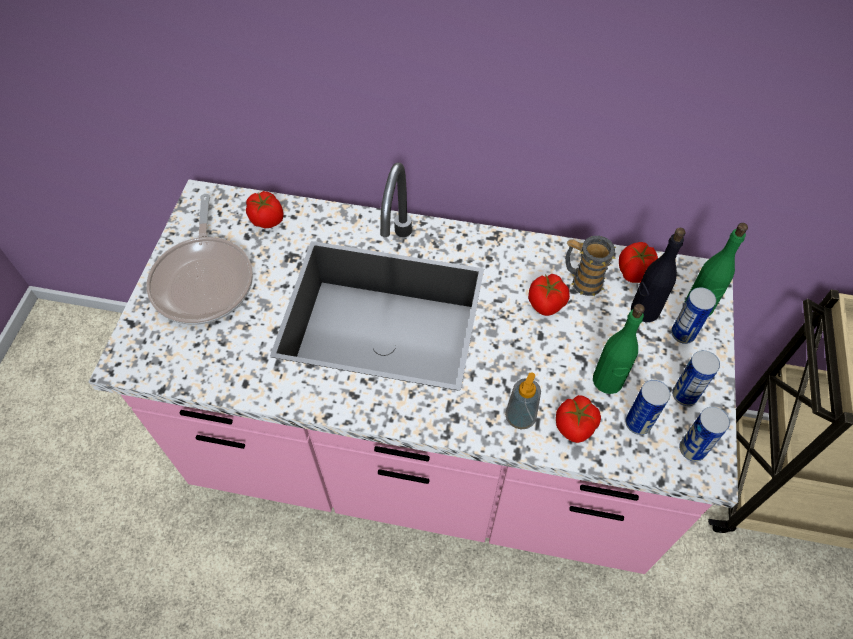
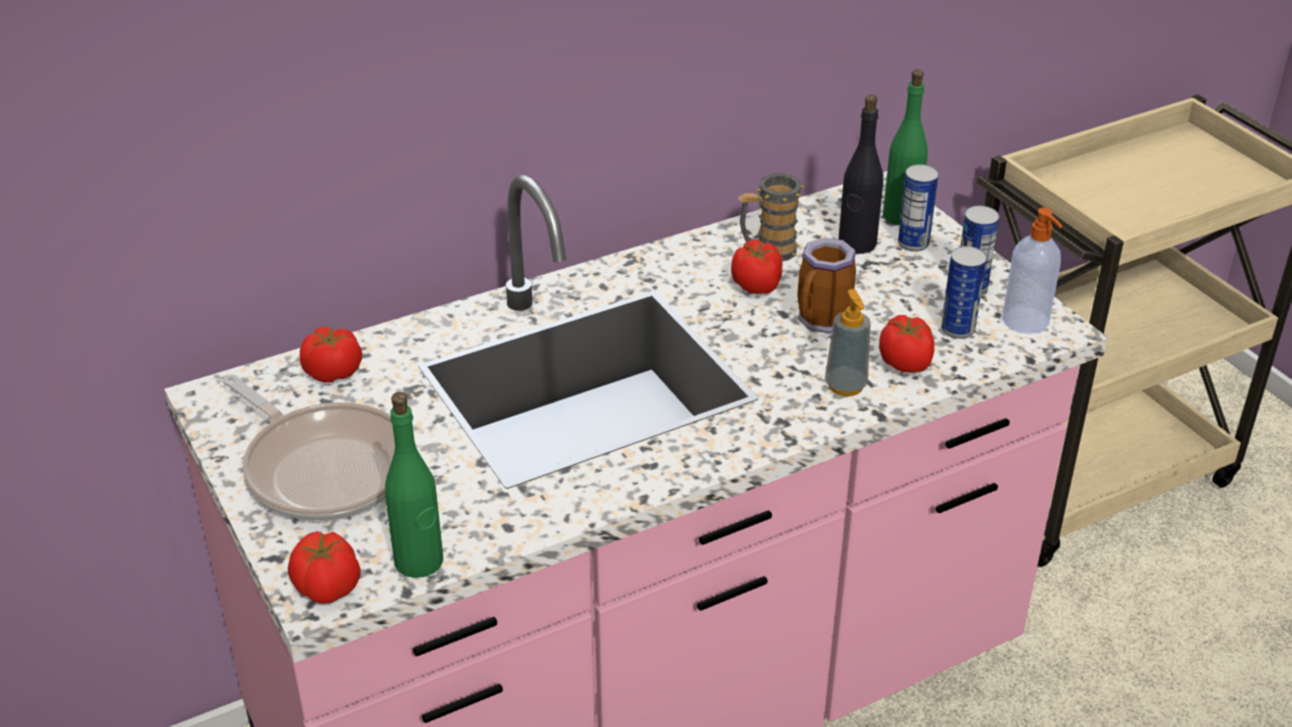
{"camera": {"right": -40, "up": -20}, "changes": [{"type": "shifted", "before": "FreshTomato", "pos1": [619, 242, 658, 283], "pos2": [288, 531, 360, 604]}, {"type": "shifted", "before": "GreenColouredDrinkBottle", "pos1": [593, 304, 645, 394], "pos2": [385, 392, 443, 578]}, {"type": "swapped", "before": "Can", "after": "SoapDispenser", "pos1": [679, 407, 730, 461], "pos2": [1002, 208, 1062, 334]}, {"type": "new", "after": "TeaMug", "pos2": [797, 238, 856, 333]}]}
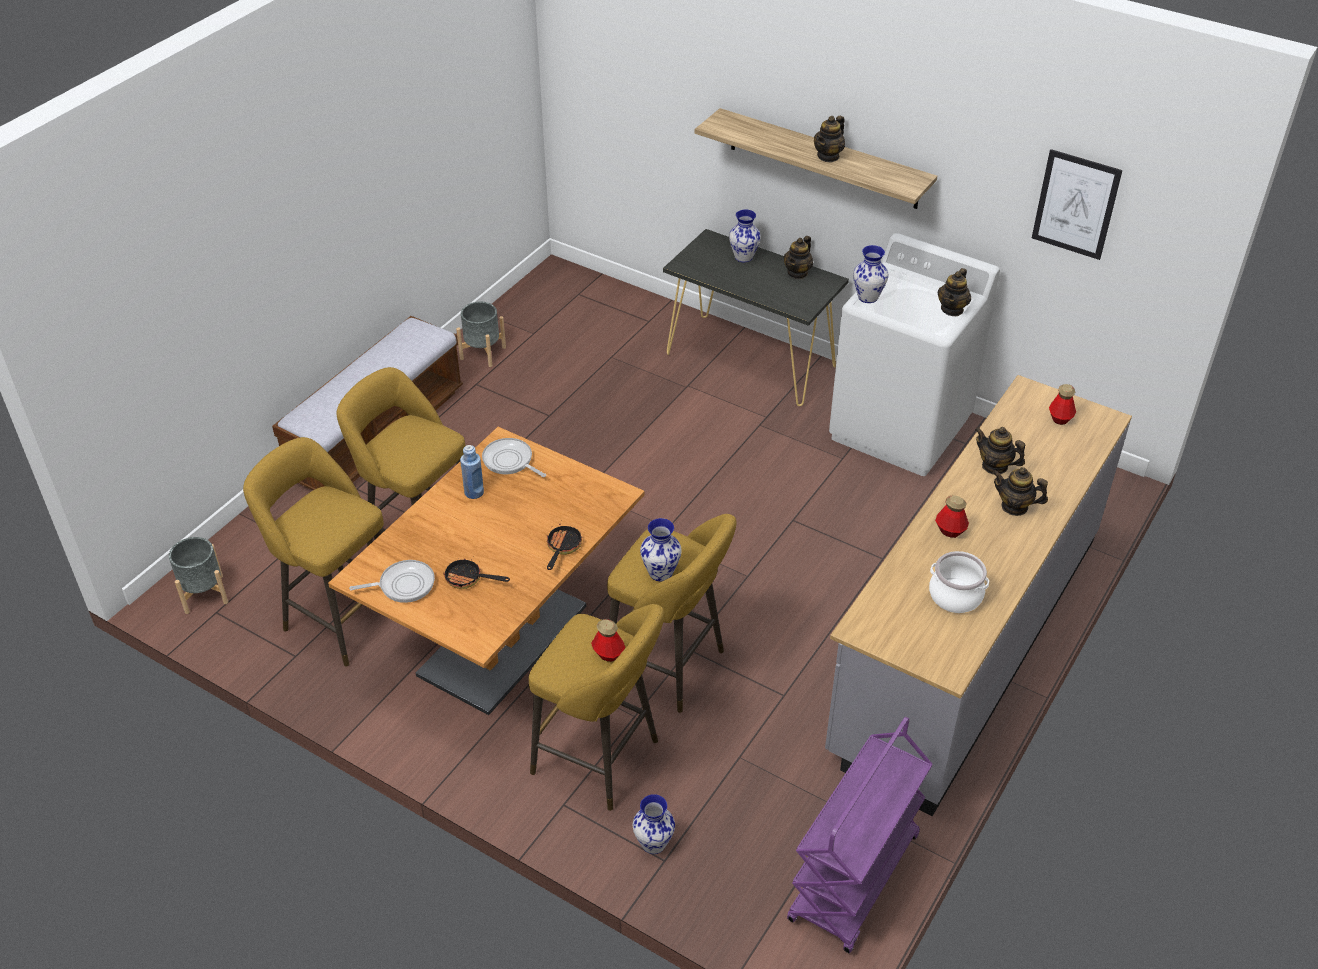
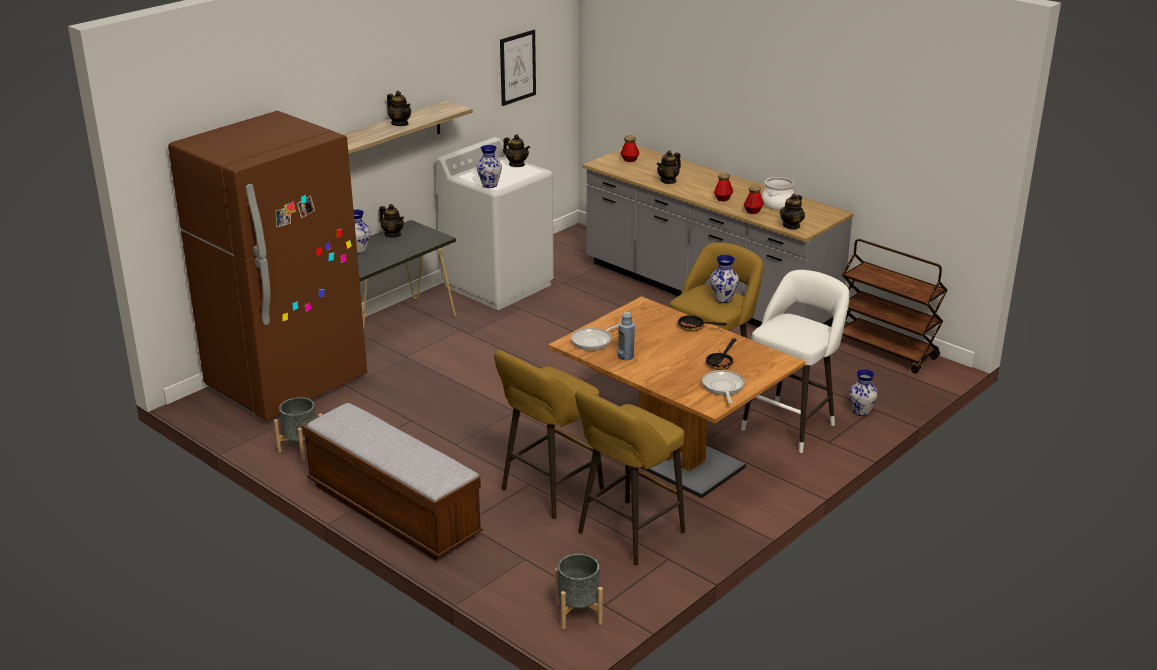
{"camera": {"right": -80, "up": -15}, "changes": [{"type": "shifted", "before": "PotForTea", "pos1": [992, 467, 1048, 516], "pos2": [780, 194, 805, 230]}, {"type": "repainted", "before": "YellowColouredStool", "after": "WhiteStool", "pos1": [529, 604, 664, 811], "pos2": [741, 270, 850, 453]}, {"type": "shifted", "before": "DrinkBottle", "pos1": [591, 619, 625, 662], "pos2": [744, 185, 764, 214]}, {"type": "repainted", "before": "PurplishWheeledCart", "after": "BrownWheeledCart", "pos1": [787, 717, 933, 953], "pos2": [842, 239, 948, 374]}, {"type": "new", "after": "BrownKitchenFridge", "pos2": [168, 111, 367, 421]}]}
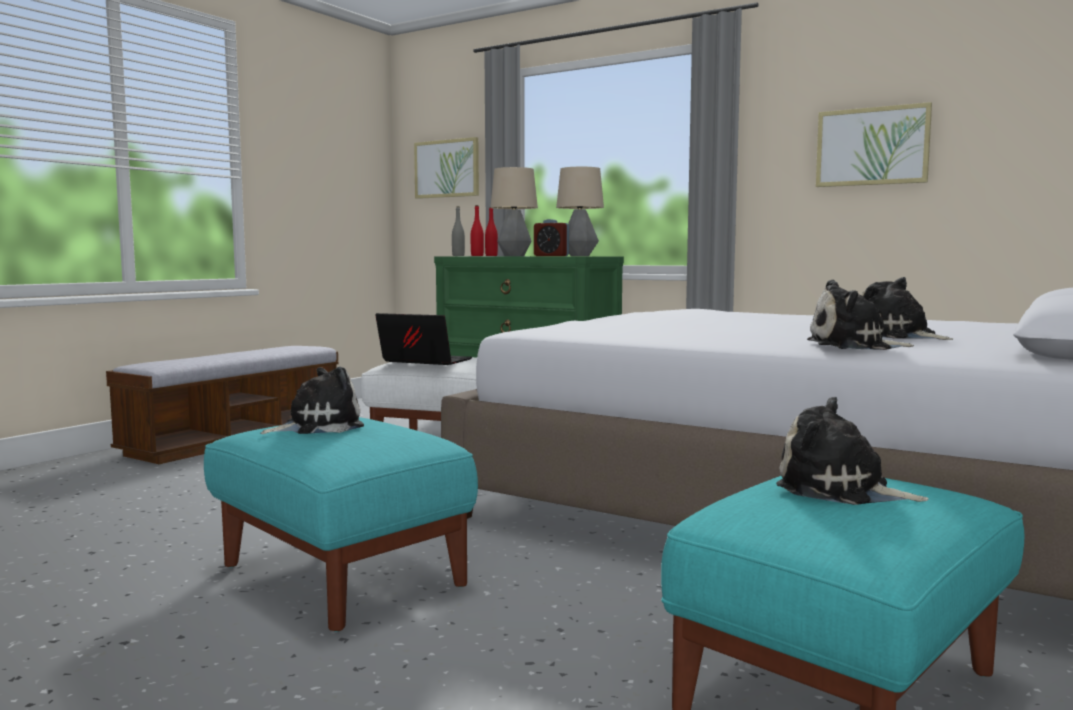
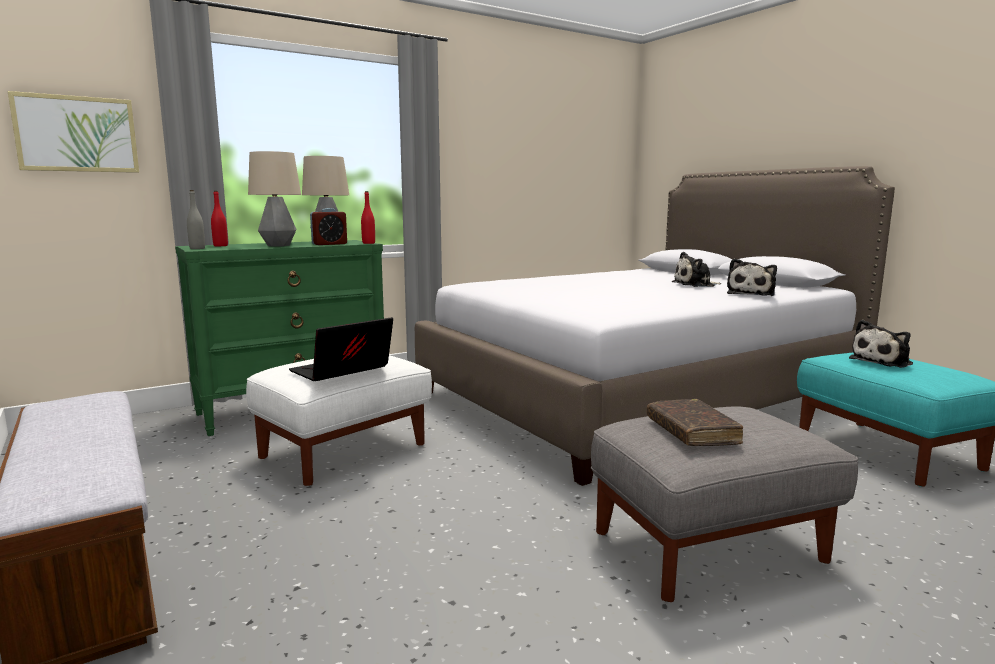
{"camera": {"right": -65, "up": 5}, "changes": [{"type": "gone", "before": "Picture", "pos1": [816, 102, 932, 187]}, {"type": "shifted", "before": "ReddishDrinkBottle", "pos1": [471, 205, 484, 256], "pos2": [361, 191, 375, 244]}, {"type": "swapped", "before": "PlushToy", "after": "BrownVolume", "pos1": [261, 367, 364, 434], "pos2": [647, 399, 743, 446]}, {"type": "repainted", "before": "TurquoiseFootrest", "after": "GrayFootrest", "pos1": [204, 417, 478, 632], "pos2": [591, 406, 858, 602]}]}
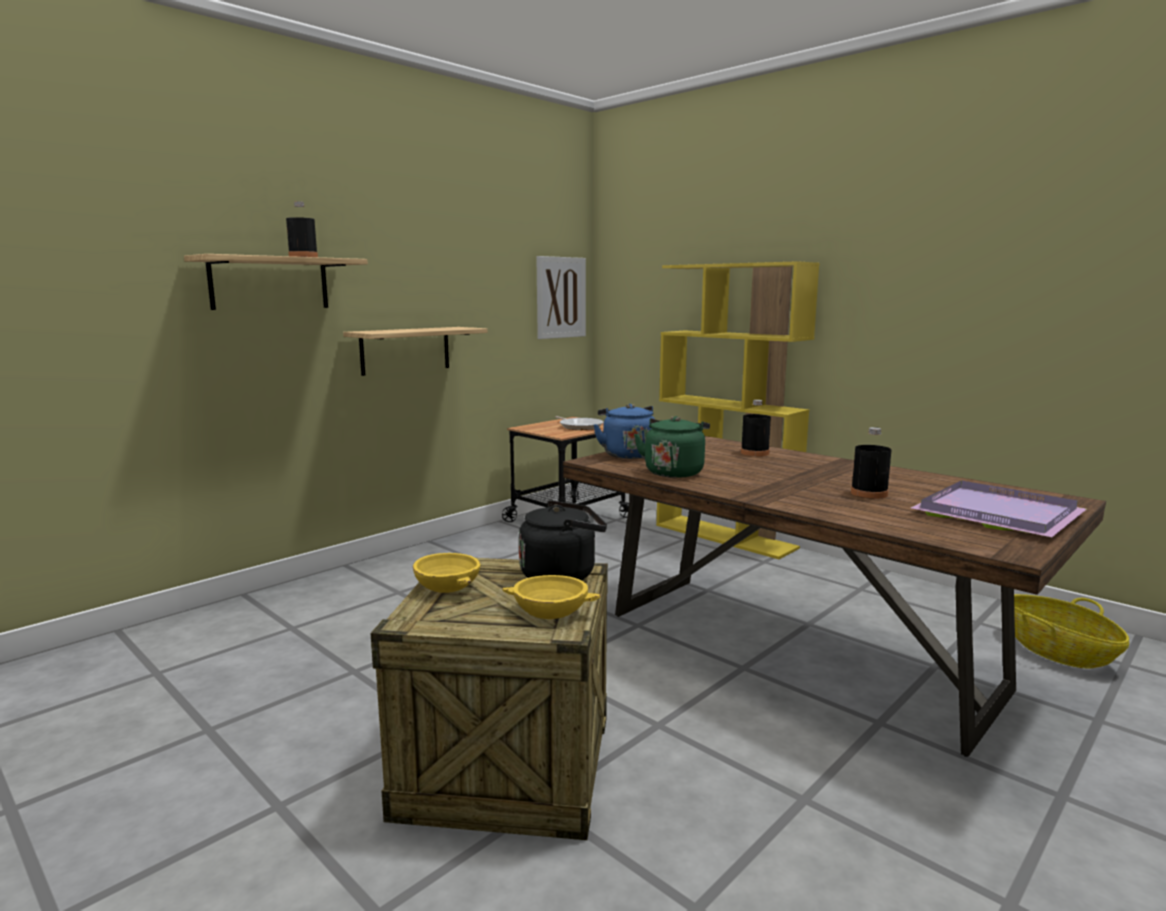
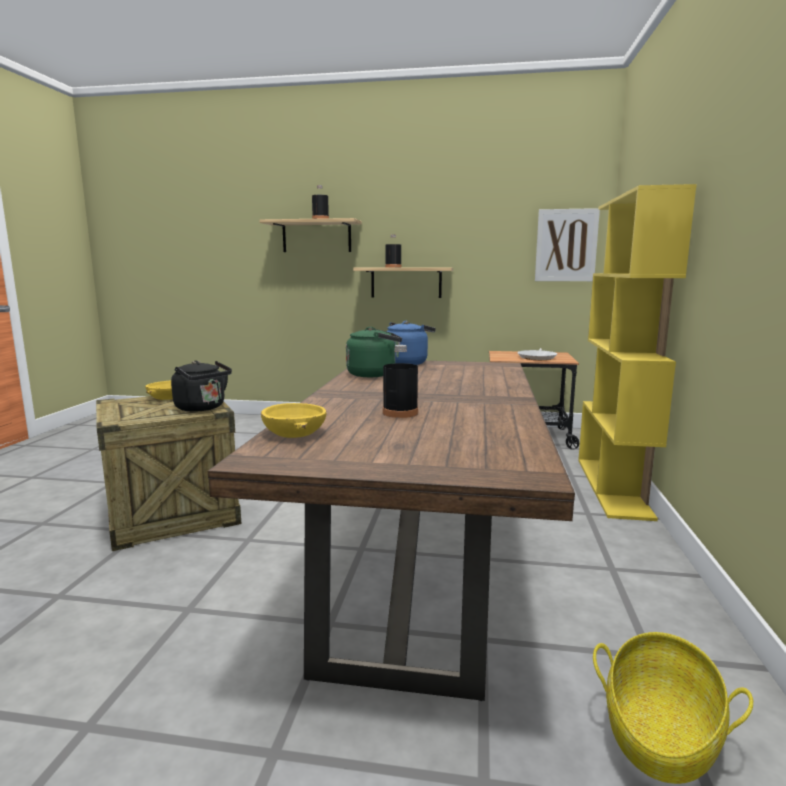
{"camera": {"right": 55, "up": 0}, "changes": [{"type": "shifted", "before": "BlackColouredDrinkBottle", "pos1": [741, 400, 771, 456], "pos2": [385, 234, 402, 267]}, {"type": "gone", "before": "PurplishServingTray", "pos1": [911, 480, 1087, 537]}, {"type": "shifted", "before": "YellowColouredDeepDish", "pos1": [502, 575, 601, 619], "pos2": [261, 403, 326, 438]}]}
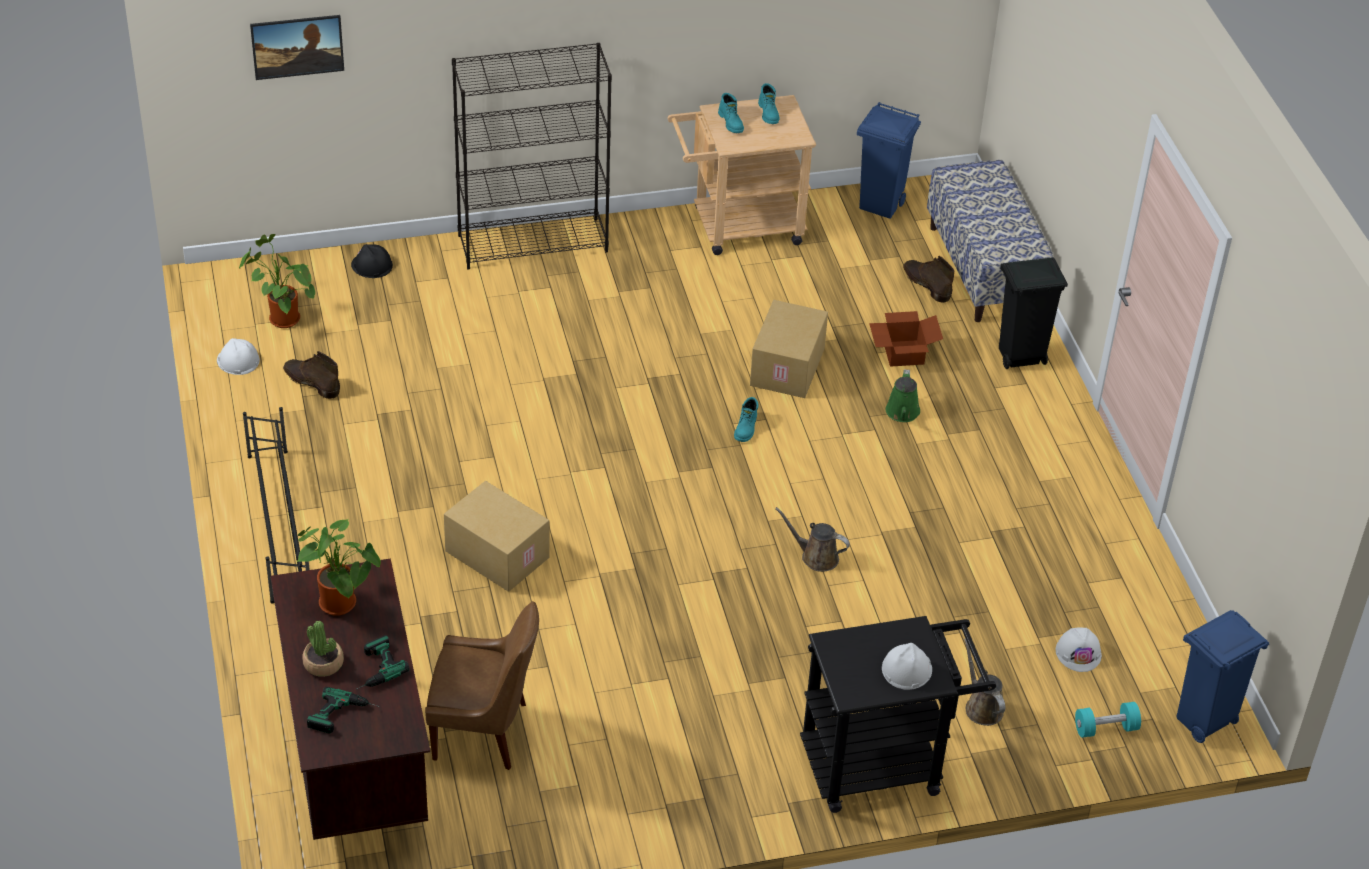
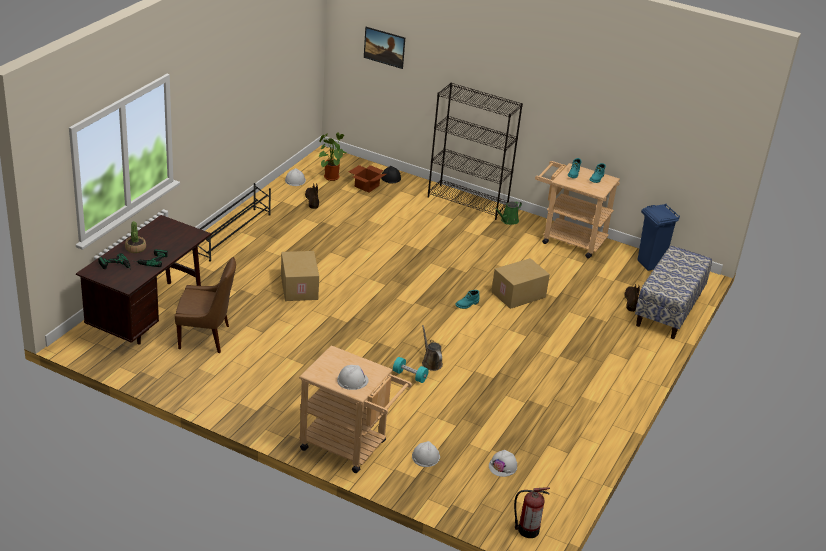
{"camera": {"right": 40, "up": -10}, "changes": [{"type": "gone", "before": "BlackColouredWasteBin", "pos1": [999, 257, 1068, 369]}, {"type": "shifted", "before": "PackingBox", "pos1": [869, 311, 943, 367], "pos2": [349, 165, 386, 192]}, {"type": "shifted", "before": "GreenColouredWateringCan", "pos1": [886, 369, 920, 422], "pos2": [494, 201, 522, 225]}, {"type": "gone", "before": "Houseplant", "pos1": [296, 519, 381, 616]}, {"type": "rotated", "before": "BrownPlainChair", "pos1": [425, 601, 539, 770], "pos2": [175, 257, 236, 353], "turn": -45}, {"type": "swapped", "before": "BluishWasteBin", "after": "Extinguisher", "pos1": [1177, 610, 1269, 743], "pos2": [514, 487, 550, 538]}, {"type": "repainted", "before": "BlackColouredWheeledCart", "after": "BeigeColouredWheeledCart", "pos1": [800, 616, 996, 813], "pos2": [299, 345, 412, 473]}, {"type": "swapped", "before": "BrownWateringCan", "after": "WhiteHardHat", "pos1": [964, 638, 1005, 726], "pos2": [412, 441, 440, 467]}, {"type": "shifted", "before": "TurquoiseFreeWeight", "pos1": [1075, 702, 1141, 738], "pos2": [393, 357, 429, 383]}]}
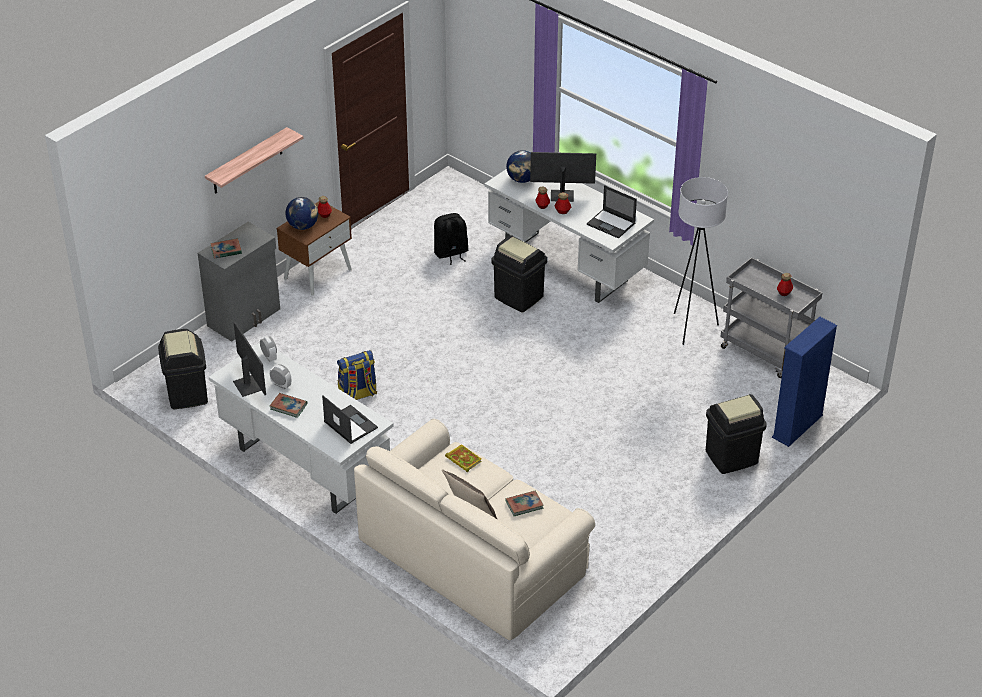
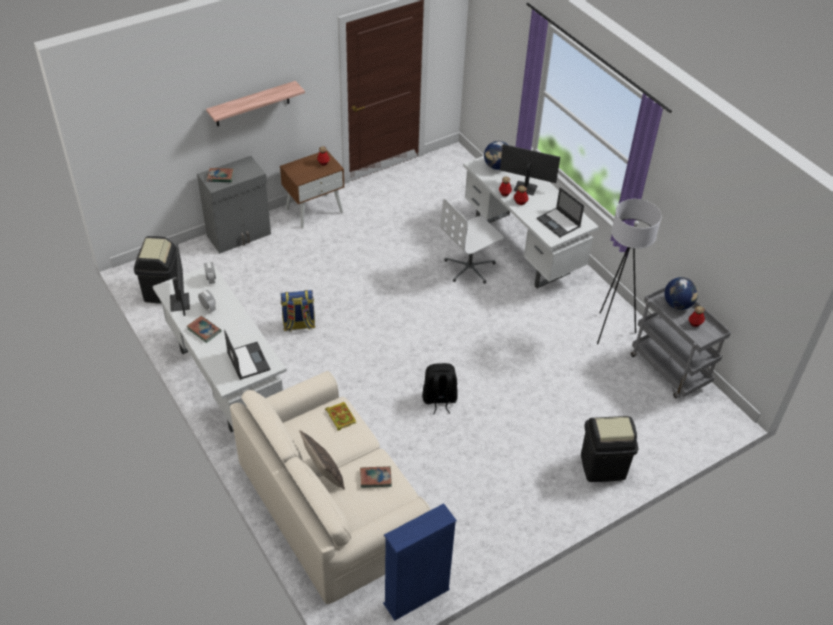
{"camera": {"right": 15, "up": 5}, "changes": [{"type": "shifted", "before": "DeskGlobe", "pos1": [286, 197, 318, 230], "pos2": [664, 277, 698, 310]}, {"type": "shifted", "before": "BlackColouredKnapsack", "pos1": [434, 213, 469, 265], "pos2": [422, 363, 457, 414]}, {"type": "swapped", "before": "BlackColouredWasteBin", "after": "WhiteDeskChair", "pos1": [492, 235, 547, 312], "pos2": [440, 199, 504, 284]}, {"type": "shifted", "before": "BluishShelvingUnit", "pos1": [772, 317, 837, 447], "pos2": [383, 503, 457, 621]}]}
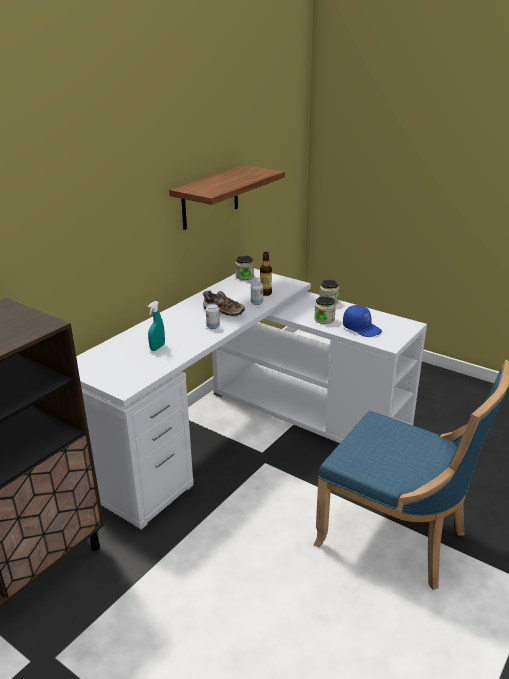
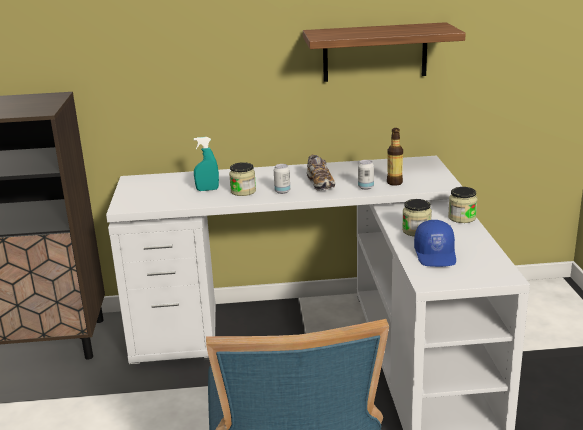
{"camera": {"right": 50, "up": -5}, "changes": [{"type": "shifted", "before": "StorageJar", "pos1": [235, 256, 254, 280], "pos2": [229, 162, 256, 196]}]}
